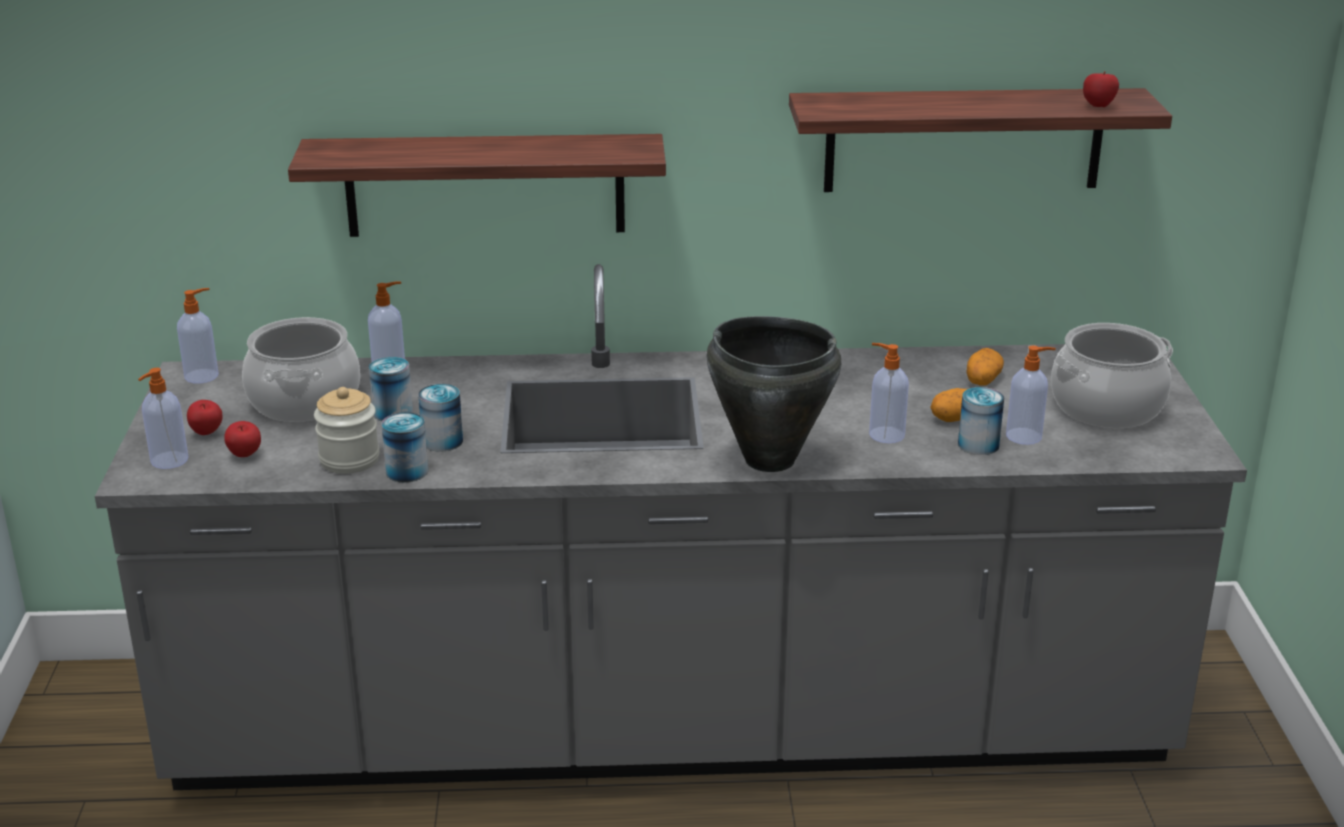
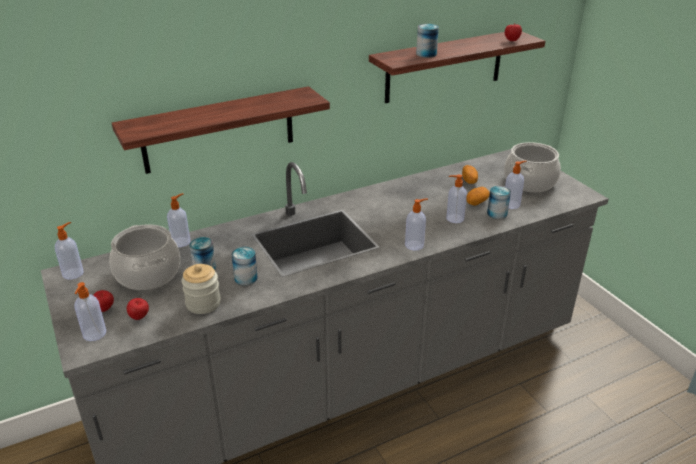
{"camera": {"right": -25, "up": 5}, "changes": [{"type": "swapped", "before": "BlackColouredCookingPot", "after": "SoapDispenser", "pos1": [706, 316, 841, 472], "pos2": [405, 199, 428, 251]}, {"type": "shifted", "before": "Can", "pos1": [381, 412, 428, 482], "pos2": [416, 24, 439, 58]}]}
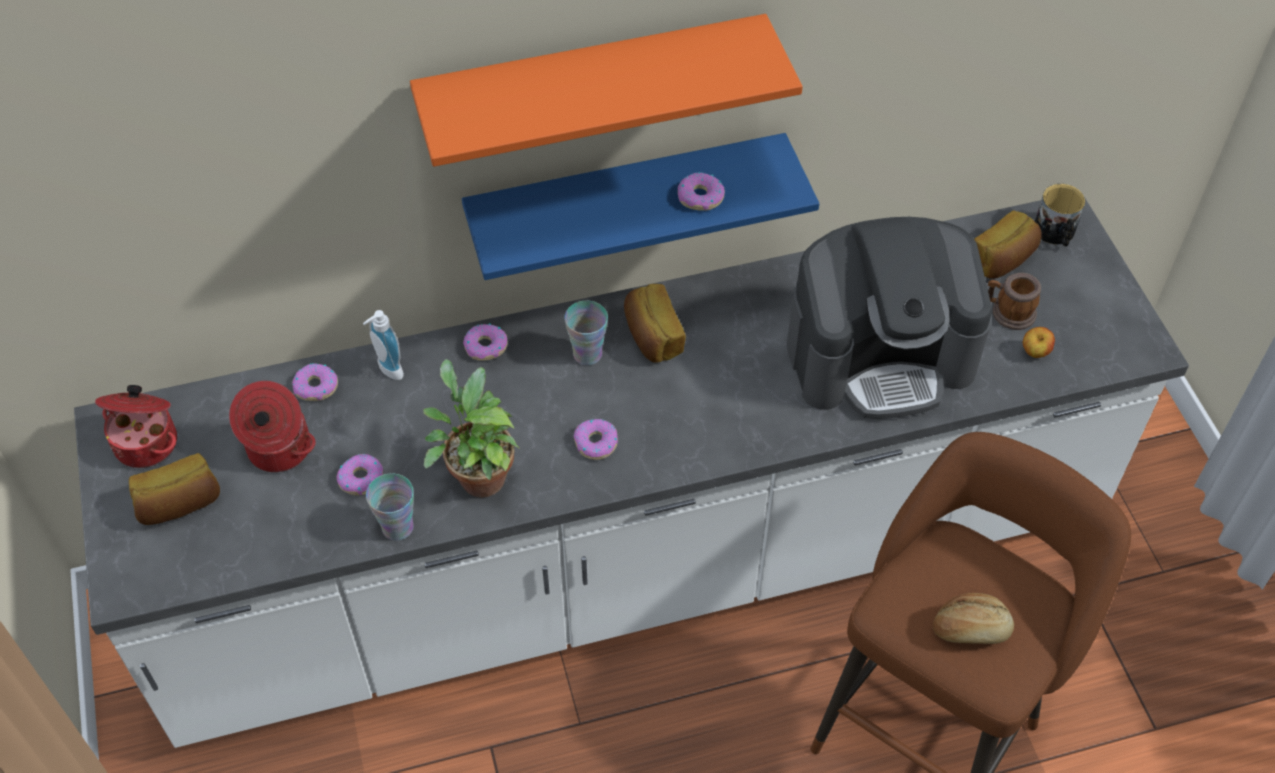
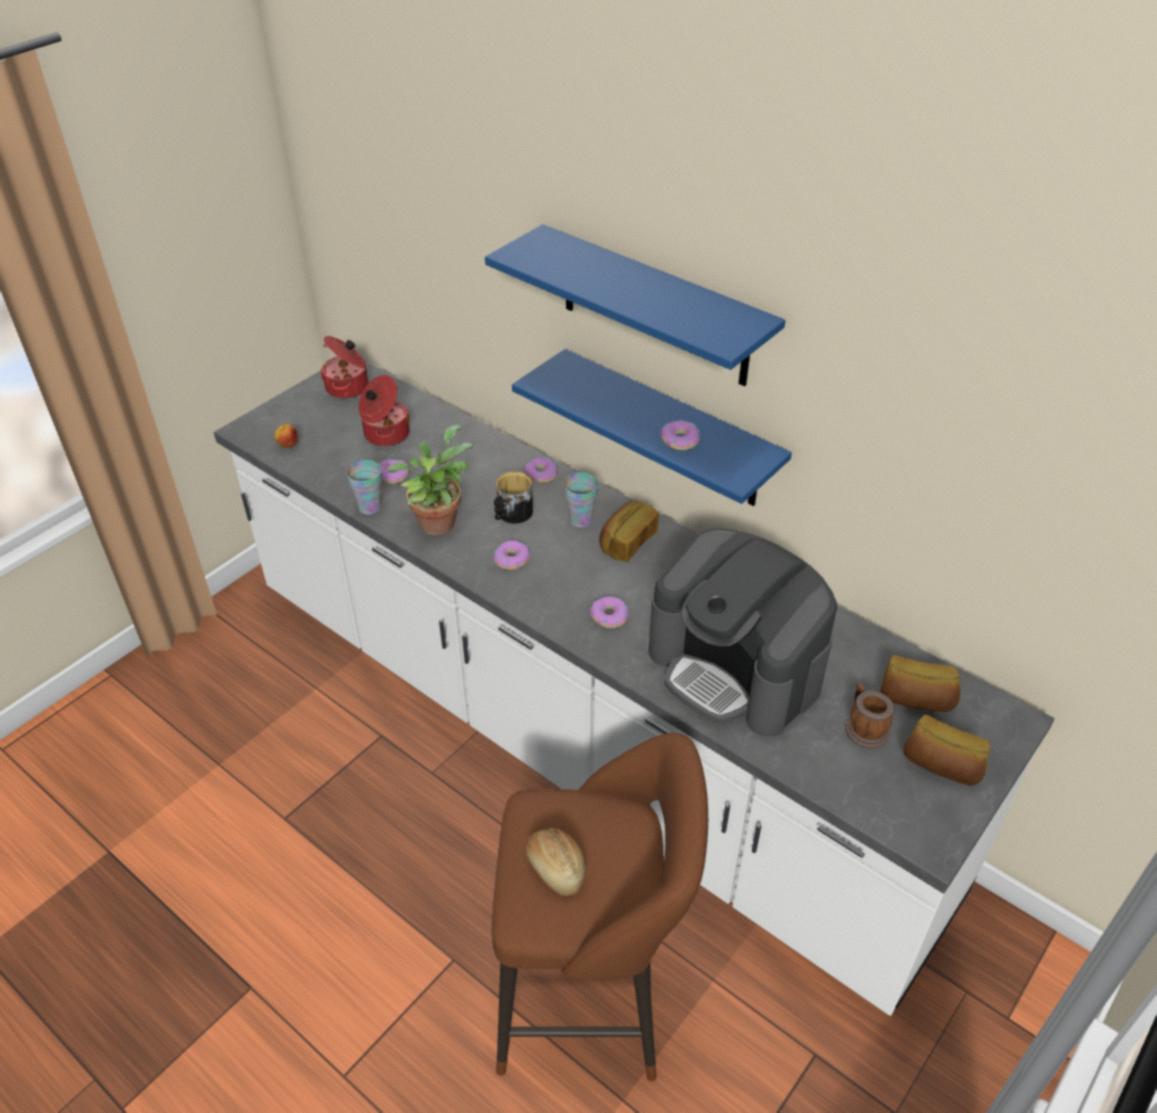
{"camera": {"right": 55, "up": -10}, "changes": [{"type": "repainted", "before": "OrangeyWallShelf", "after": "BluishWallShelf", "pos1": [410, 14, 803, 167], "pos2": [485, 224, 785, 386]}, {"type": "shifted", "before": "TeaMug", "pos1": [1035, 184, 1085, 246], "pos2": [494, 472, 533, 524]}, {"type": "gone", "before": "SoapDispenser", "pos1": [363, 310, 404, 380]}, {"type": "shifted", "before": "AppleFruit", "pos1": [1023, 327, 1055, 358], "pos2": [274, 424, 298, 448]}, {"type": "shifted", "before": "RingDoughnut", "pos1": [292, 363, 338, 401], "pos2": [590, 596, 628, 628]}, {"type": "shifted", "before": "BakedBread", "pos1": [129, 453, 220, 525], "pos2": [904, 715, 990, 785]}]}
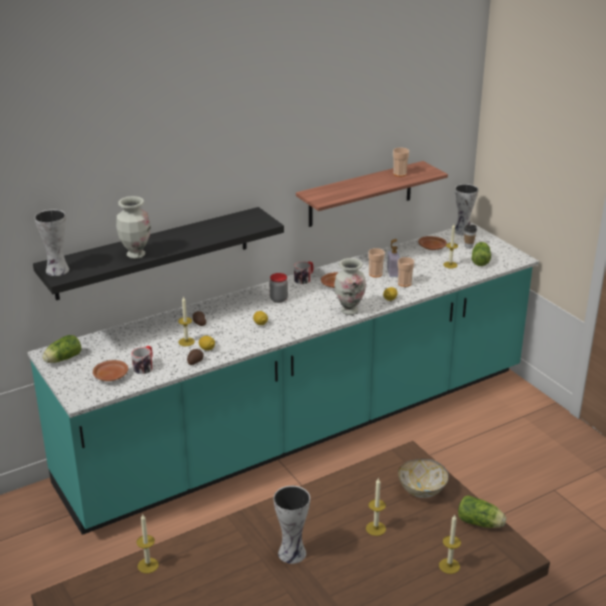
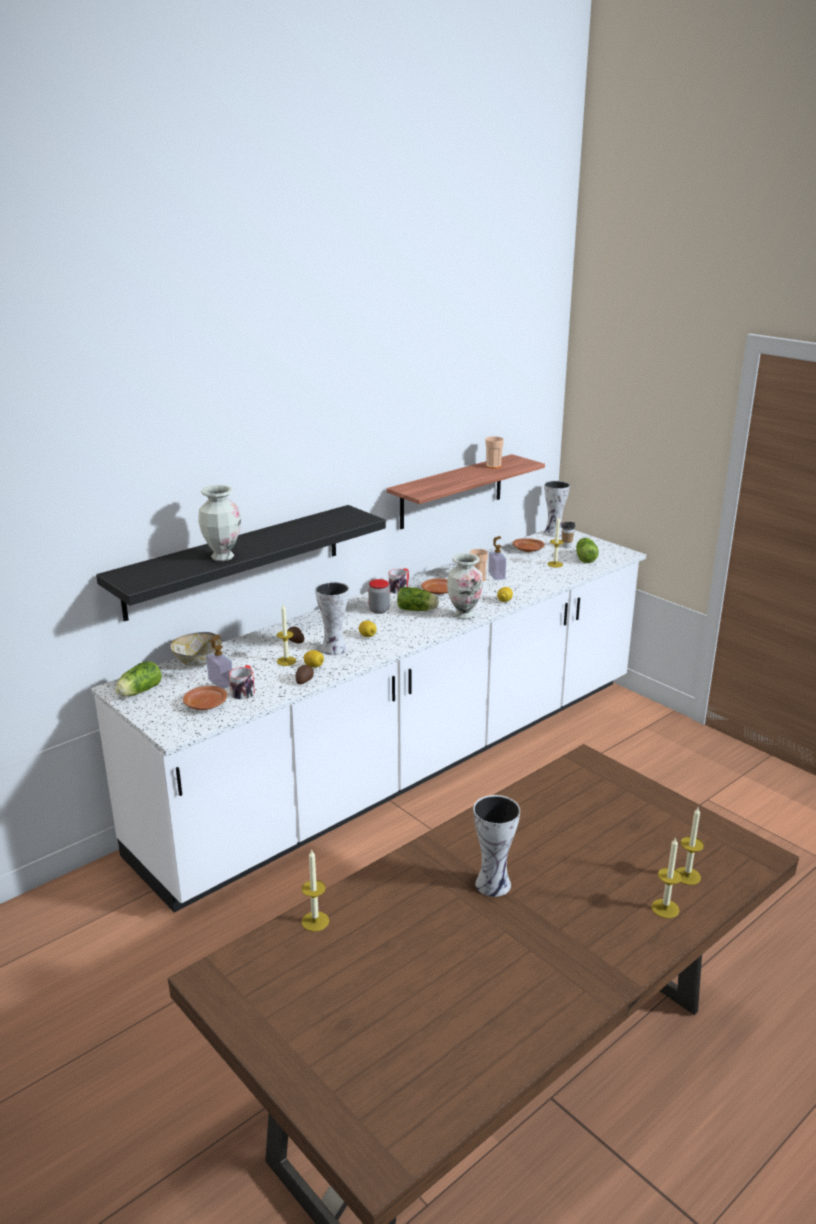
{"camera": {"right": -10, "up": -5}, "changes": [{"type": "shifted", "before": "FlowerVase", "pos1": [34, 209, 69, 276], "pos2": [315, 582, 349, 655]}, {"type": "repainted", "before": "TurquoiseKitchenBaseUnit", "after": "WhiteKitchenBaseUnit", "pos1": [27, 223, 539, 535], "pos2": [91, 530, 646, 913]}, {"type": "gone", "before": "DrinkingCup", "pos1": [397, 257, 414, 287]}, {"type": "shifted", "before": "DeepDish", "pos1": [398, 459, 449, 498], "pos2": [170, 632, 222, 666]}, {"type": "shifted", "before": "WaxLight", "pos1": [366, 478, 386, 536], "pos2": [651, 837, 682, 918]}, {"type": "shifted", "before": "LettuceHead", "pos1": [458, 495, 506, 528], "pos2": [397, 587, 439, 611]}, {"type": "new", "after": "SoapDispenser", "pos2": [206, 635, 232, 689]}]}
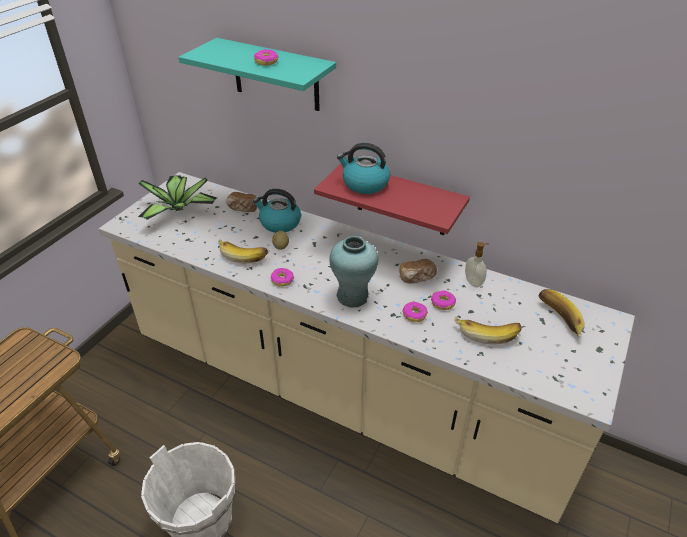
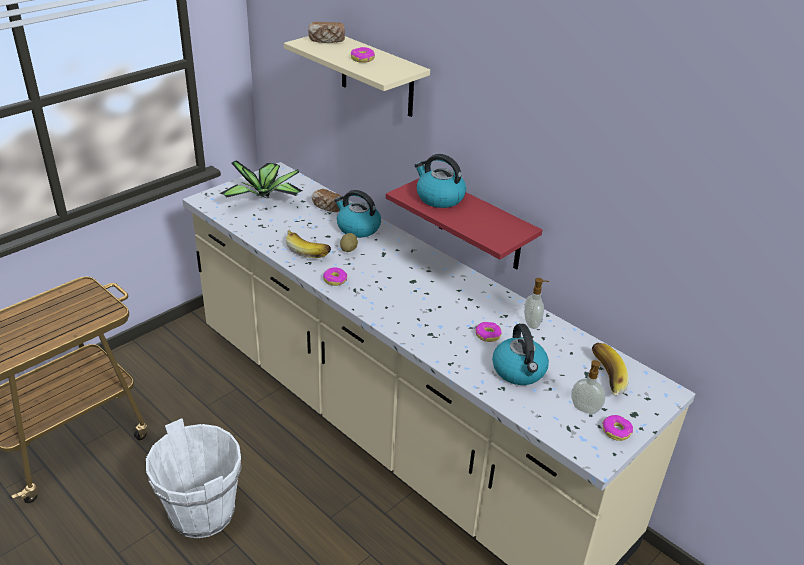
{"camera": {"right": 15, "up": -5}, "changes": [{"type": "repainted", "before": "TurquoiseWallShelf", "after": "BeigeColouredWallShelf", "pos1": [178, 38, 336, 111], "pos2": [284, 36, 430, 117]}, {"type": "gone", "before": "TurquoiseFlowerVase", "pos1": [329, 236, 378, 308]}, {"type": "shifted", "before": "BakedBread", "pos1": [399, 259, 437, 283], "pos2": [308, 22, 345, 43]}, {"type": "shifted", "before": "RingDoughnut", "pos1": [402, 302, 428, 322], "pos2": [602, 415, 633, 441]}, {"type": "swapped", "before": "WholeBanana", "after": "TeaKettle", "pos1": [454, 317, 522, 344], "pos2": [492, 324, 549, 385]}, {"type": "new", "after": "SoapDispenser", "pos2": [571, 360, 606, 414]}]}
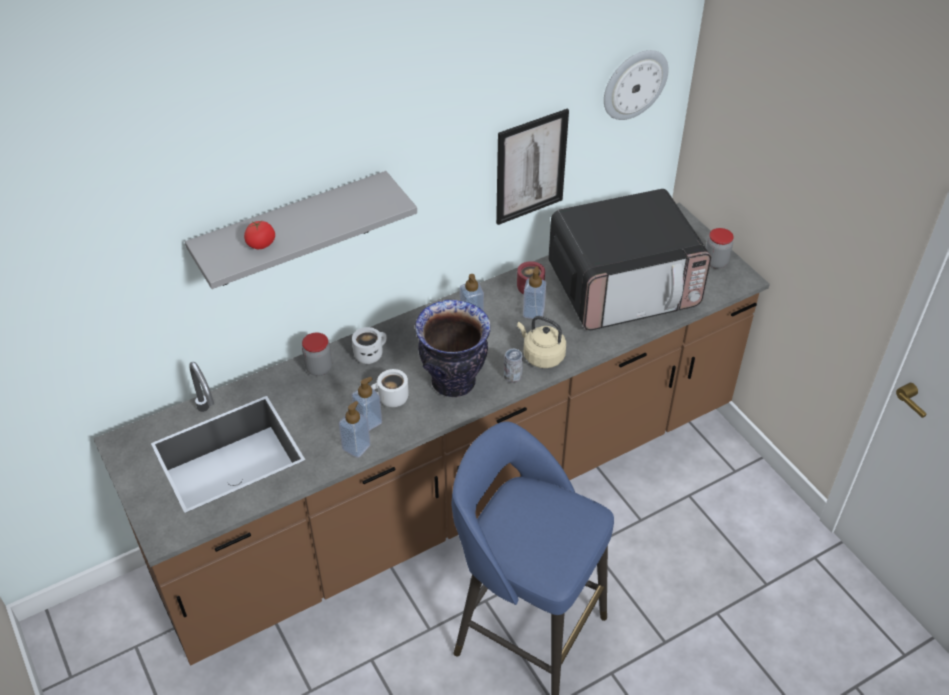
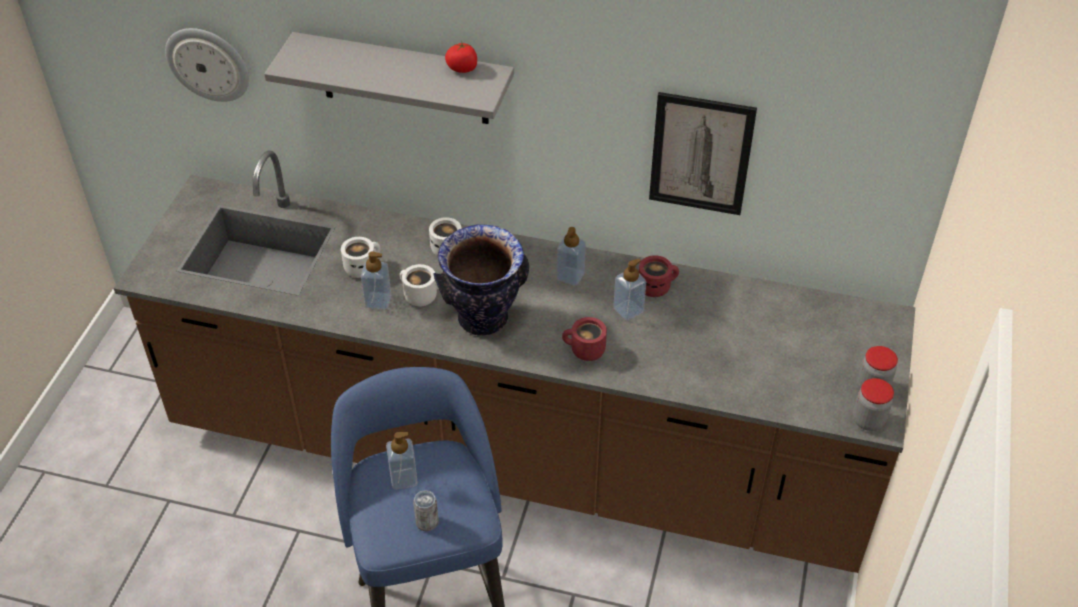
{"camera": {"right": 45, "up": 0}, "changes": [{"type": "shifted", "before": "HangingClock", "pos1": [604, 50, 669, 120], "pos2": [165, 28, 249, 102]}, {"type": "gone", "before": "MicrowaveOven", "pos1": [548, 189, 711, 331]}, {"type": "shifted", "before": "FreshTomato", "pos1": [244, 221, 275, 249], "pos2": [445, 41, 477, 73]}, {"type": "swapped", "before": "BeigeColouredTeaKettle", "after": "ReddishTeaMug", "pos1": [517, 316, 566, 368], "pos2": [562, 317, 607, 361]}, {"type": "shifted", "before": "StorageJar", "pos1": [302, 333, 332, 376], "pos2": [853, 378, 894, 431]}, {"type": "shifted", "before": "Can", "pos1": [504, 349, 523, 383], "pos2": [413, 490, 439, 531]}, {"type": "shifted", "before": "SoapDispenser", "pos1": [339, 401, 371, 458], "pos2": [386, 432, 418, 490]}, {"type": "new", "after": "WhiteTeaMug", "pos2": [341, 237, 380, 278]}]}
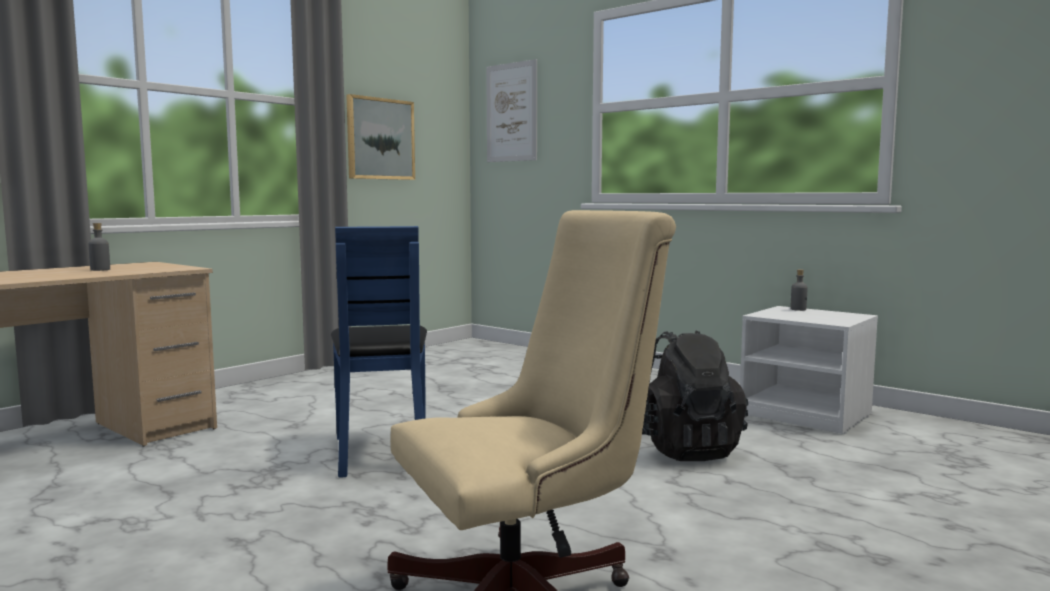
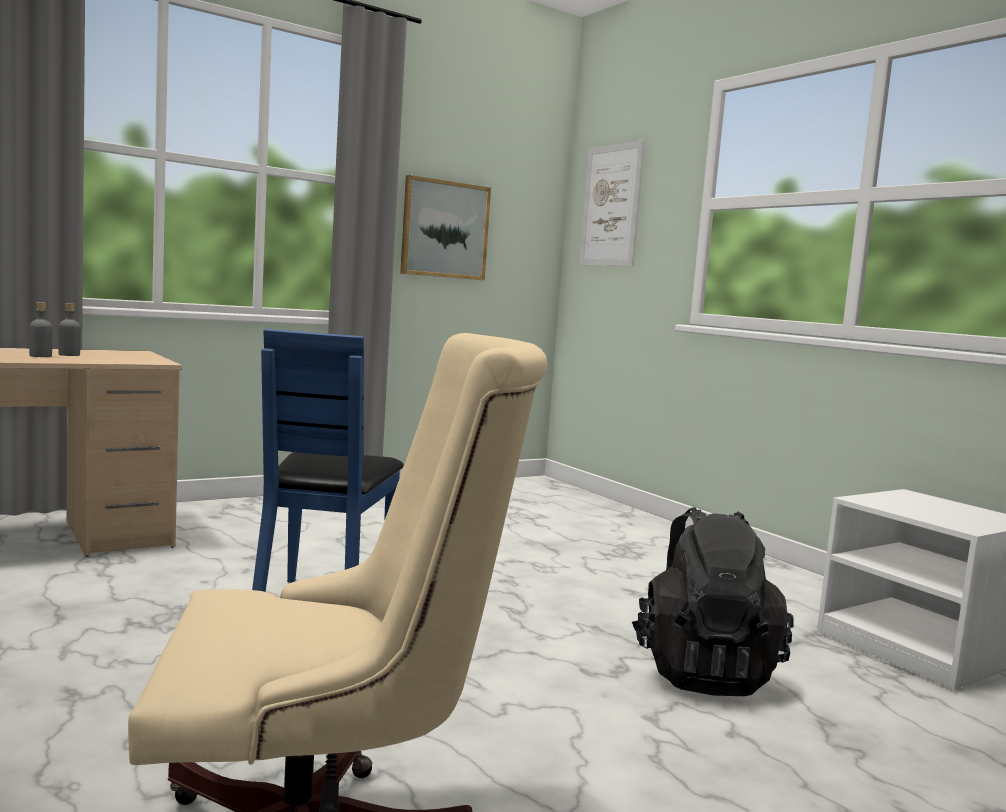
{"camera": {"right": 15, "up": 0}, "changes": [{"type": "shifted", "before": "GrayDrinkBottle", "pos1": [790, 269, 808, 311], "pos2": [29, 302, 52, 357]}]}
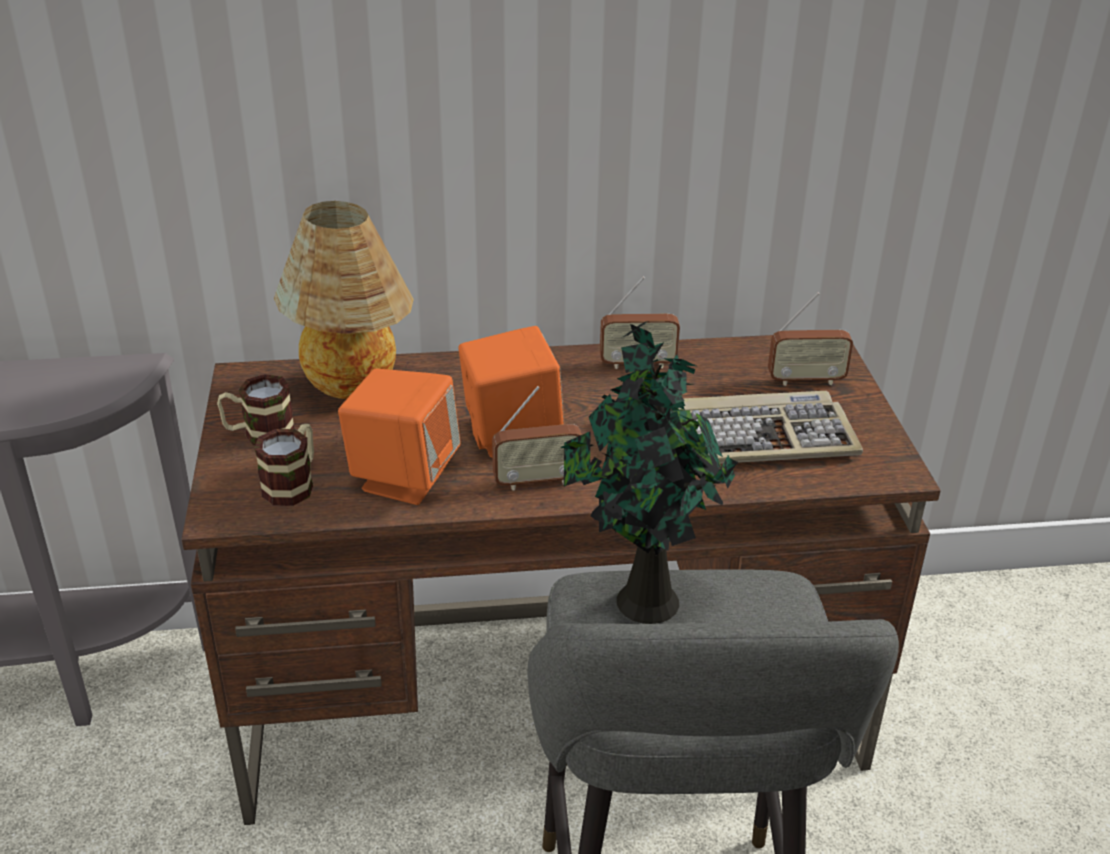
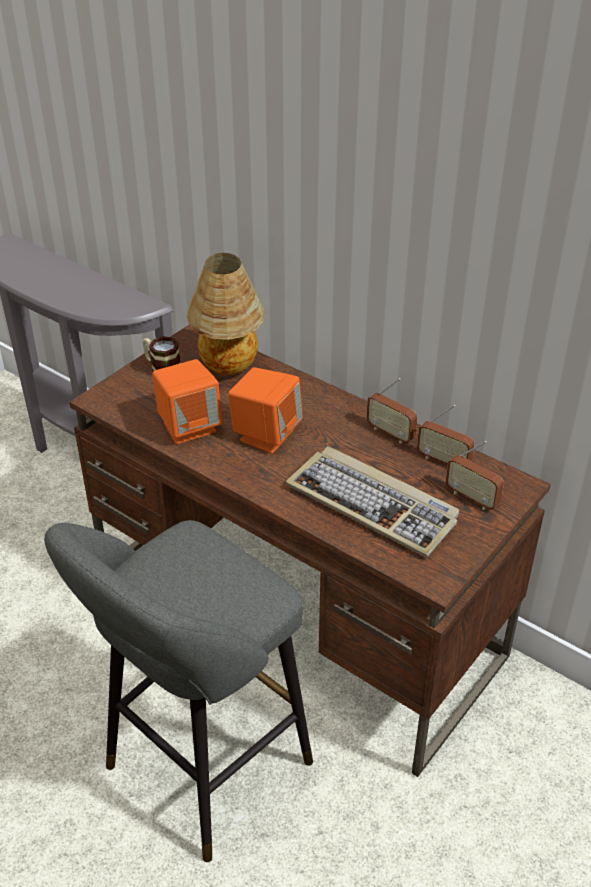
{"camera": {"right": 45, "up": 5}, "changes": [{"type": "gone", "before": "Houseplant", "pos1": [560, 321, 738, 624]}, {"type": "shifted", "before": "RadioReceiver", "pos1": [492, 386, 582, 491], "pos2": [417, 405, 475, 464]}, {"type": "gone", "before": "TeaMug", "pos1": [254, 424, 314, 506]}]}
